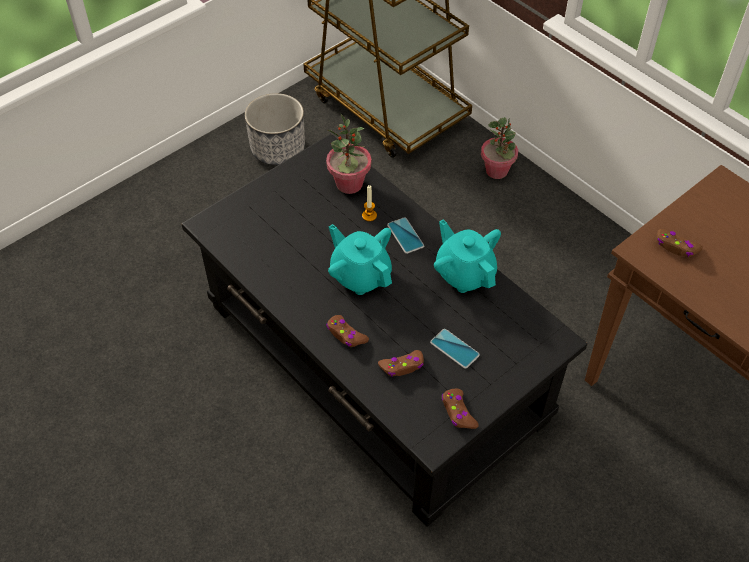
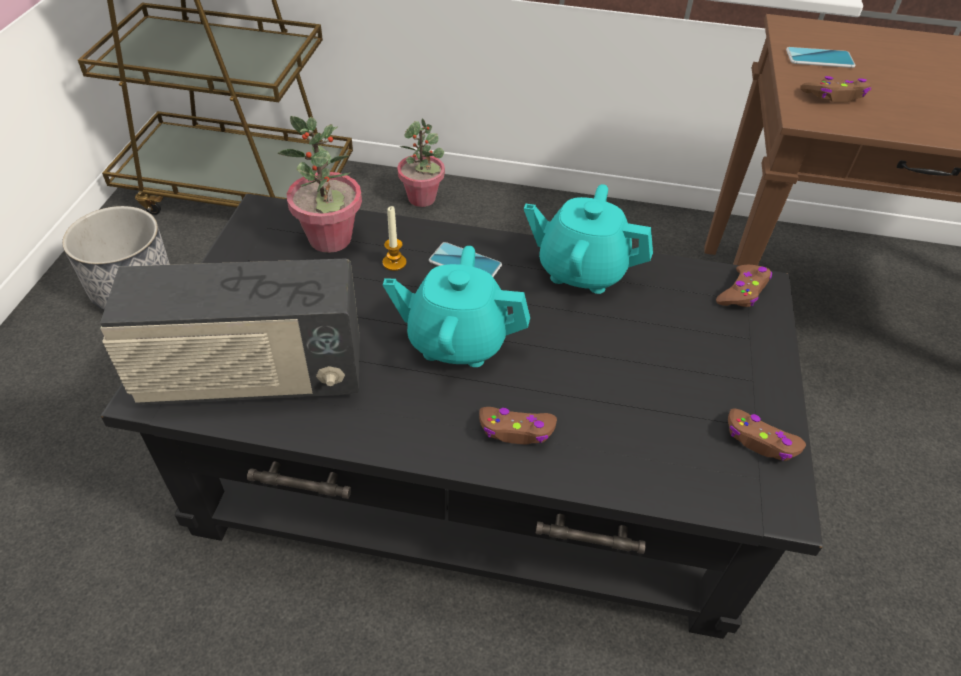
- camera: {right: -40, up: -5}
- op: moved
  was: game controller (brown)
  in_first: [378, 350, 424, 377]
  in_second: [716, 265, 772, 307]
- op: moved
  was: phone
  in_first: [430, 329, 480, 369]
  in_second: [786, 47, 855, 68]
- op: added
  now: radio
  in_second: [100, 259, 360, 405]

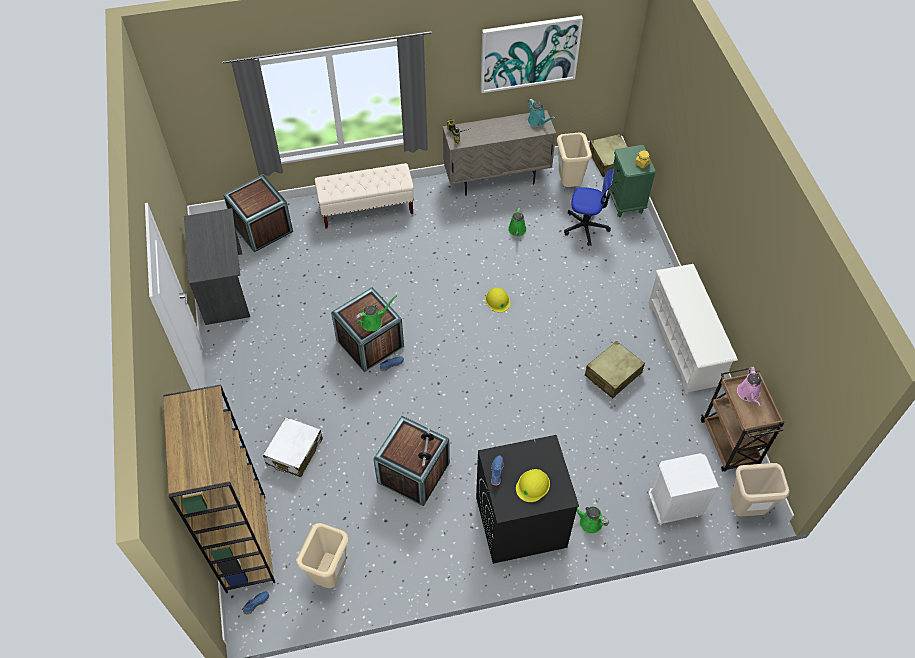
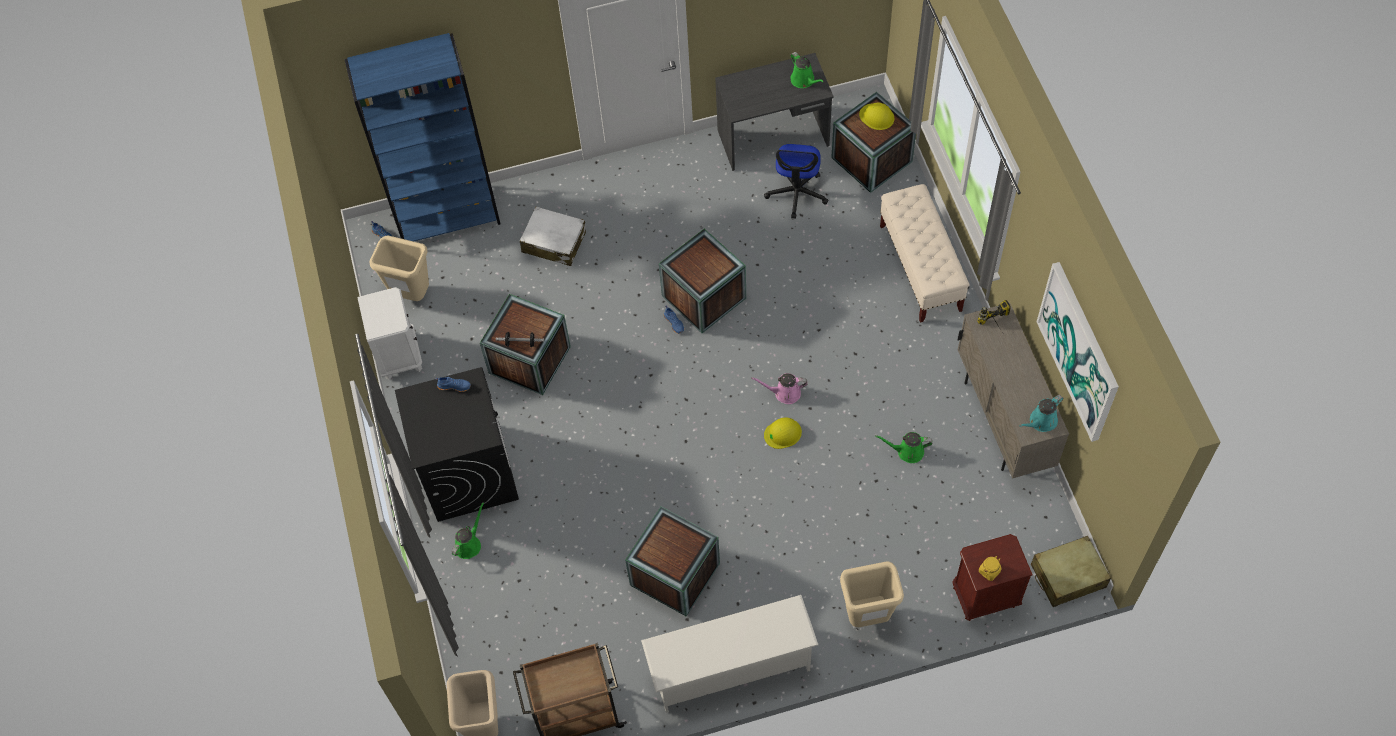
- camera: {right: 90, up: 5}
- op: recoloured
  was: bookcase (brown)
  now: bookcase (blue)
  in_first: [163, 384, 275, 593]
  in_second: [344, 33, 500, 241]
- op: moved
  was: watering can (green)
  in_first: [355, 295, 397, 331]
  in_second: [791, 52, 824, 88]
- op: moved
  was: hard hat (yellow)
  in_first: [516, 469, 550, 502]
  in_second: [859, 103, 894, 130]
- op: moved
  was: trash can (beige)
  in_first: [557, 132, 592, 187]
  in_second: [840, 561, 904, 627]
- op: moved
  was: office chair
  in_first: [564, 168, 614, 246]
  in_second: [764, 144, 828, 219]
- op: replaced
  was: suitcase (beige)
  now: crate
  in_first: [585, 341, 645, 398]
  in_second: [625, 506, 720, 616]
- op: recoloured
  was: nightstand (green)
  now: nightstand (brown)
  in_first: [610, 145, 656, 217]
  in_second: [952, 534, 1032, 621]
- op: moved
  was: nightstand (white)
  in_first: [648, 453, 719, 525]
  in_second: [357, 287, 422, 380]
- op: moved
  was: watering can (pink)
  in_first: [737, 366, 762, 406]
  in_second: [751, 373, 808, 404]

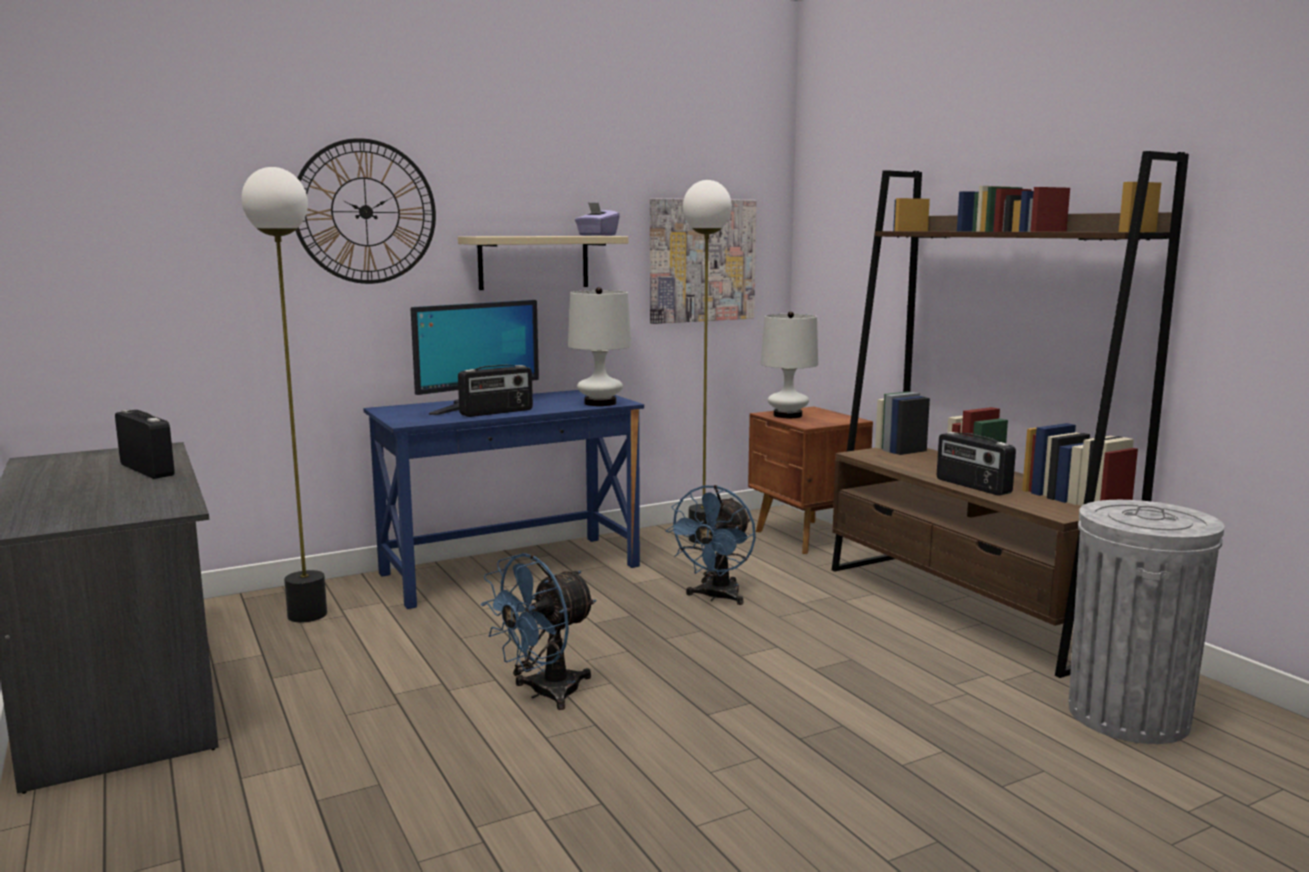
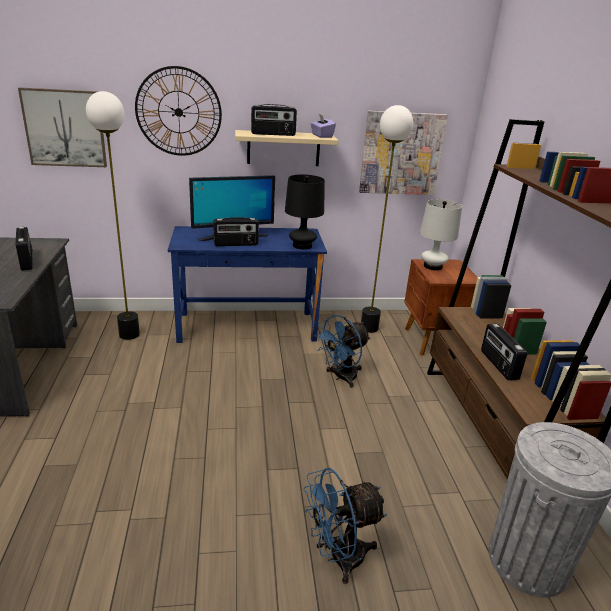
- camera: {right: 20, up: 15}
- op: moved
  was: fan (blue)
  in_first: [480, 553, 596, 710]
  in_second: [303, 468, 387, 584]
- op: recoloured
  was: table lamp (white)
  now: table lamp (black)
  in_first: [568, 287, 631, 406]
  in_second: [285, 174, 325, 249]
- op: added
  now: picture
  in_second: [18, 88, 107, 167]
- op: added
  now: radio
  in_second: [251, 104, 297, 136]

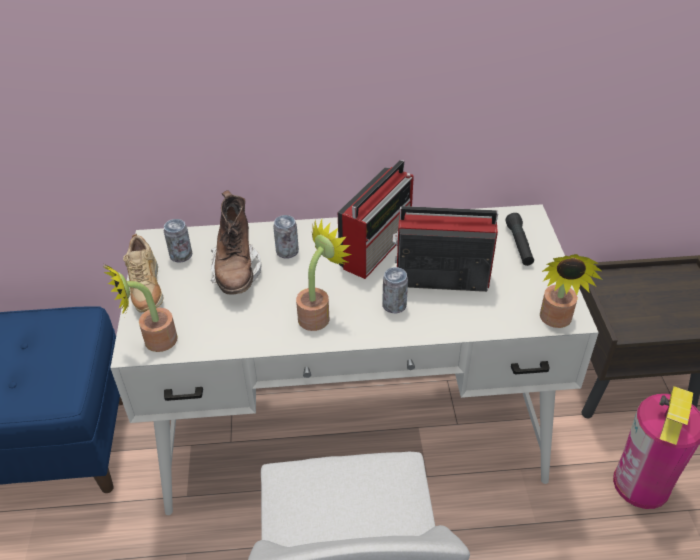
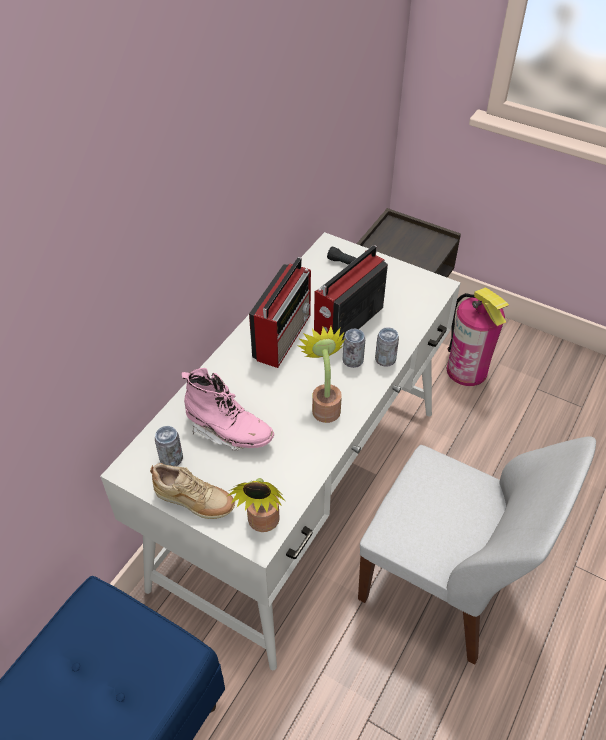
- camera: {right: -55, up: 5}
- op: recoloured
  was: boot (brown)
  now: boot (pink)
  in_first: [211, 190, 262, 295]
  in_second: [182, 368, 274, 451]
- op: moved
  was: can
  in_first: [273, 215, 299, 259]
  in_second: [375, 327, 399, 367]
- op: turned
  was: radio
  in_first: [338, 160, 414, 279]
  in_second: [249, 257, 311, 368]
  clockwise: 45
- op: removed
  was: potted plant
  in_first: [540, 254, 603, 328]

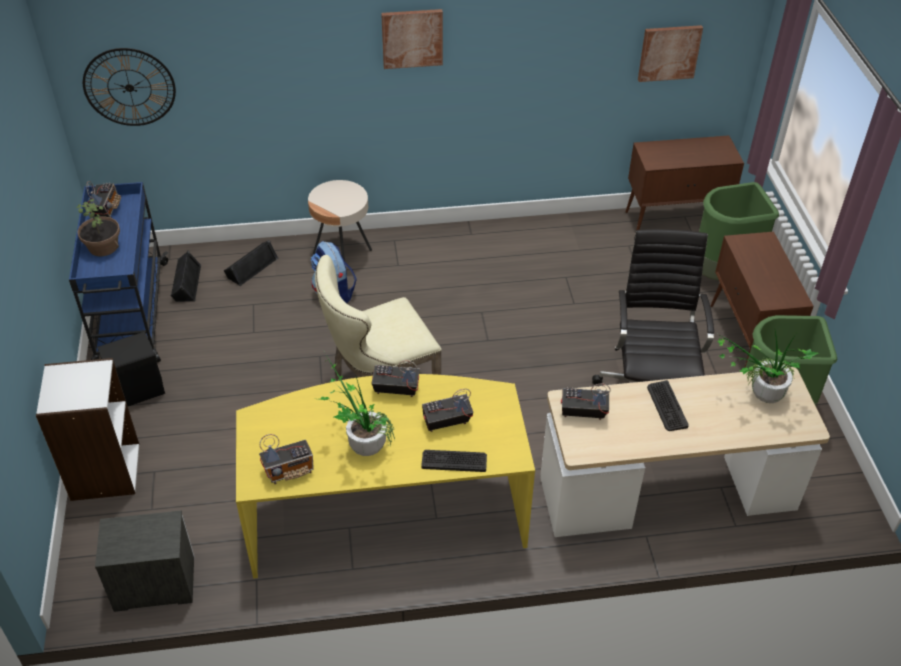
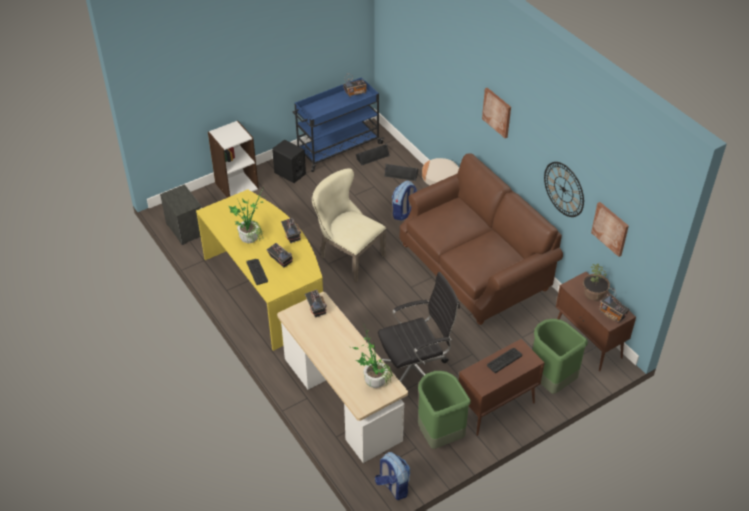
- camera: {right: 65, up: 0}
- op: moved
  was: potted plant
  in_first: [76, 199, 120, 256]
  in_second: [583, 264, 610, 301]
- op: moved
  was: wall clock
  in_first: [83, 48, 176, 126]
  in_second: [544, 162, 584, 217]
- op: moved
  was: radio
  in_first: [259, 434, 314, 484]
  in_second: [599, 288, 629, 323]
- op: moved
  was: keyboard
  in_first: [647, 380, 689, 431]
  in_second: [487, 348, 522, 373]
- op: added
  now: backpack
  in_second: [375, 452, 410, 500]
- op: added
  now: sofa (brown)
  in_second: [400, 153, 563, 325]

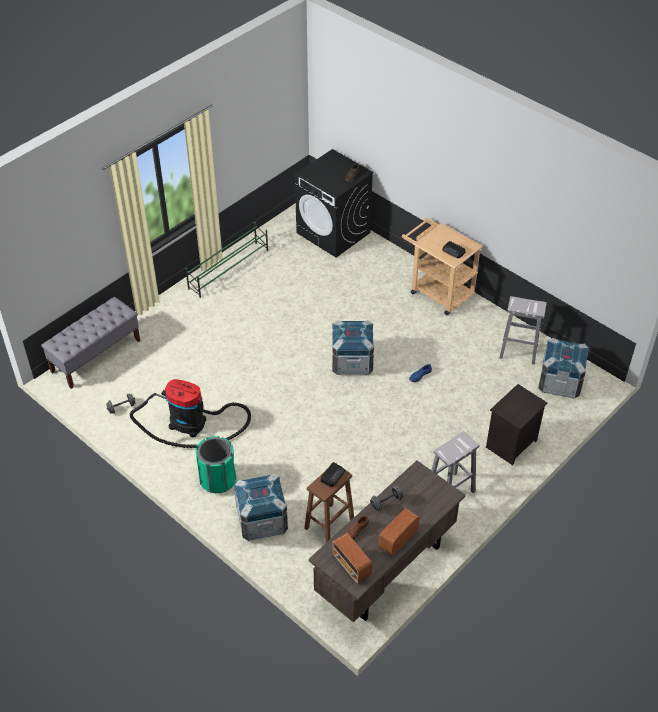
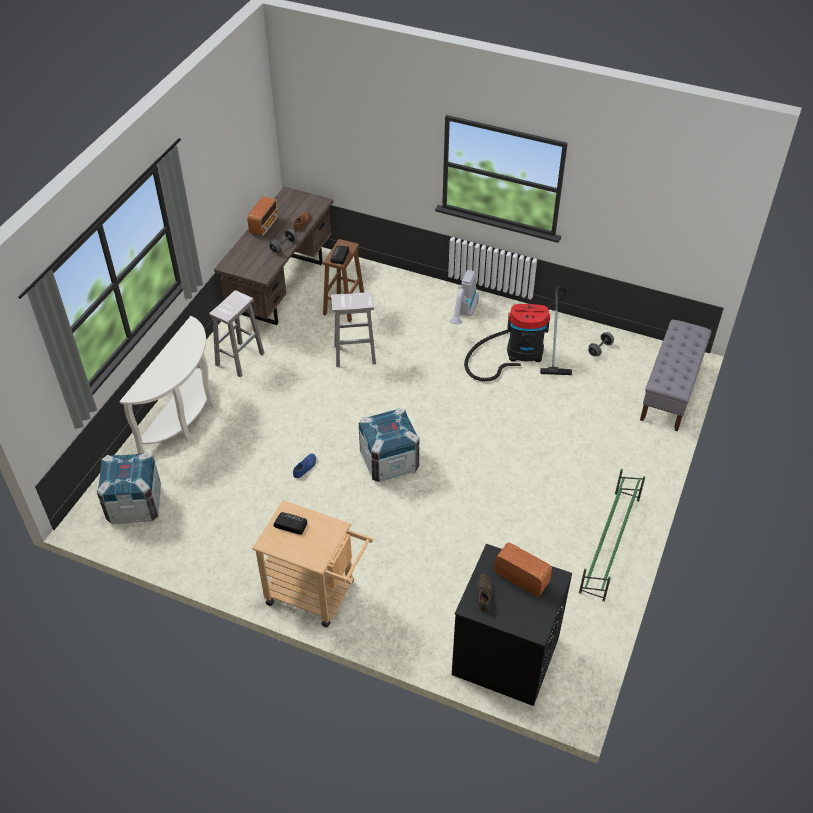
- camera: {right: 160, up: 0}
- op: replaced
  was: trash can (green)
  now: vacuum cleaner
  in_first: [195, 436, 236, 493]
  in_second: [449, 270, 479, 324]
- op: removed
  was: crate
  in_first: [234, 474, 288, 541]
- op: moved
  was: radio
  in_first: [333, 533, 372, 583]
  in_second: [494, 543, 552, 597]
- op: replaced
  was: nightstand (black)
  now: console table (white)
  in_first: [486, 384, 548, 465]
  in_second: [119, 316, 215, 454]
- op: moved
  was: stool (white)
  in_first: [499, 296, 547, 365]
  in_second: [331, 292, 376, 367]

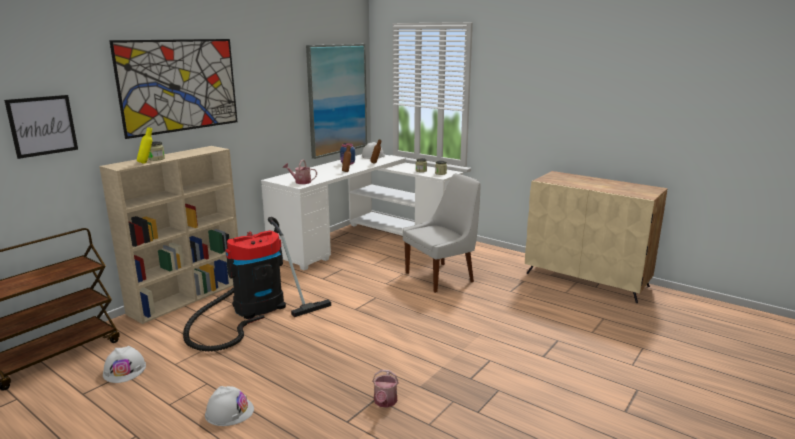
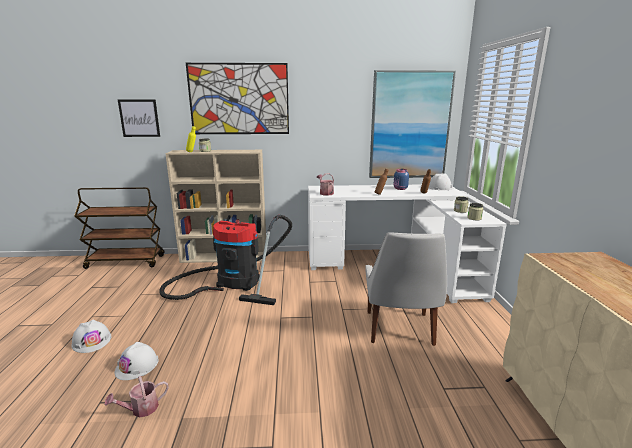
- camera: {right: 50, up: 0}
- op: moved
  was: hard hat (white)
  in_first: [103, 346, 146, 383]
  in_second: [115, 342, 159, 380]
- op: turned
  was: chair (white)
  in_first: [402, 174, 481, 293]
  in_second: [365, 232, 447, 346]
  clockwise: 75

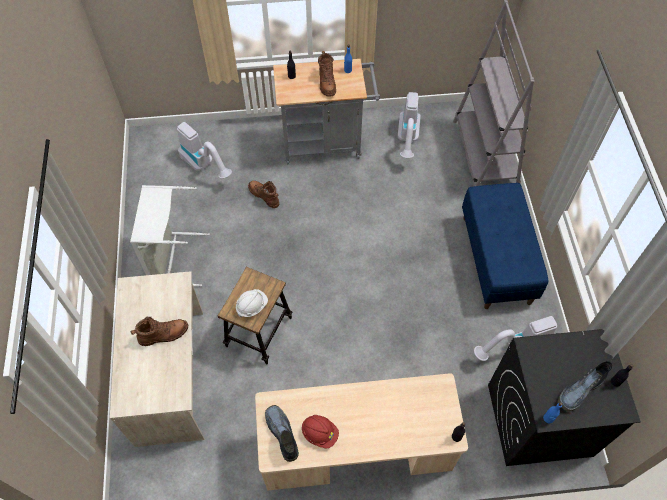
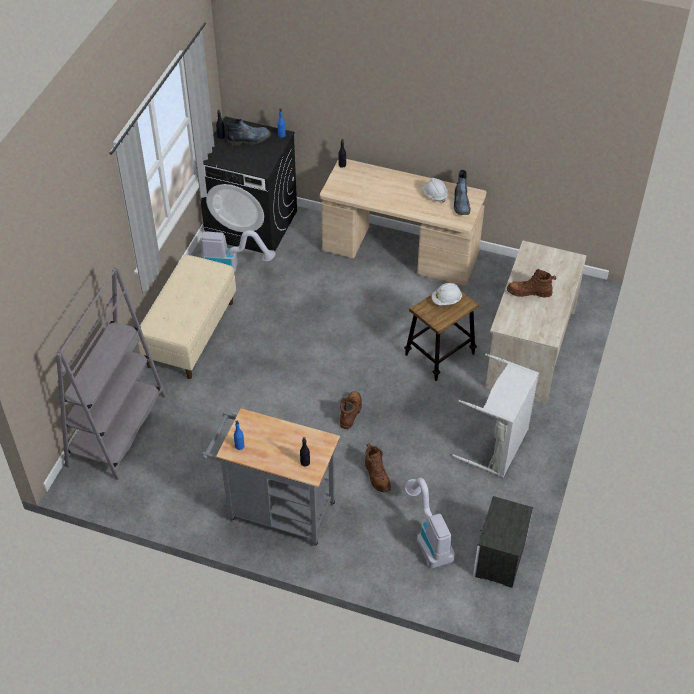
- camera: {right: -155, up: -10}
- op: recoloured
  was: hard hat (red)
  now: hard hat (white)
  in_first: [302, 415, 339, 449]
  in_second: [422, 178, 448, 203]
- op: moved
  was: boot (brown)
  in_first: [318, 51, 336, 97]
  in_second: [340, 391, 362, 429]
- op: removed
  was: vacuum cleaner
  in_first: [398, 92, 421, 158]
- op: recoloured
  was: bench (blue)
  now: bench (beige)
  in_first: [462, 183, 548, 309]
  in_second: [137, 254, 236, 379]
- op: added
  now: nightstand
  in_second: [473, 496, 533, 588]

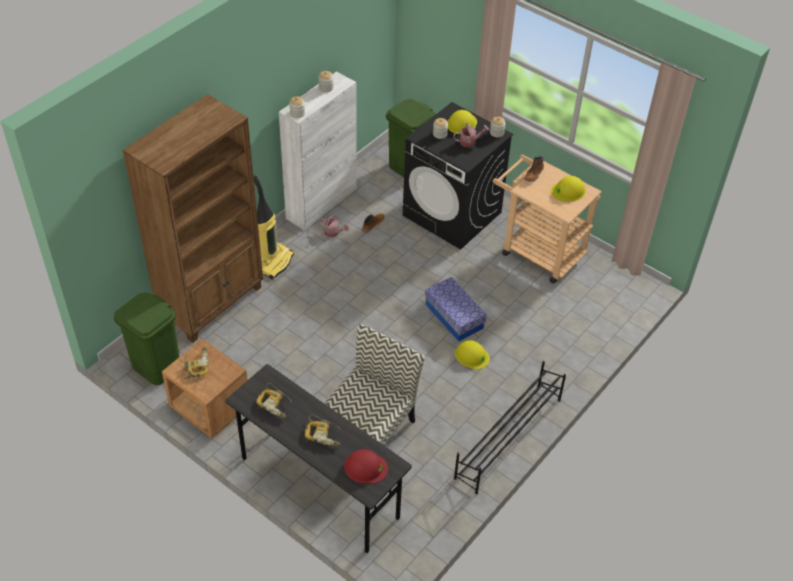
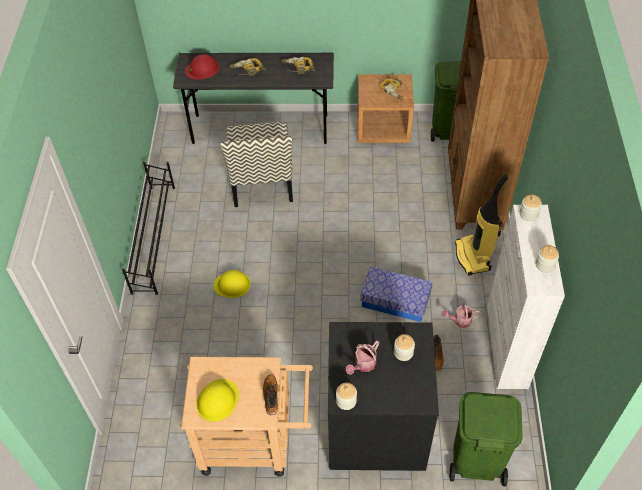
- camera: {right: 145, up: 5}
- op: moved
  was: storage box
  in_first: [425, 277, 487, 341]
  in_second: [360, 267, 433, 322]
- op: removed
  was: hard hat (yellow)
  in_first: [447, 110, 477, 135]

